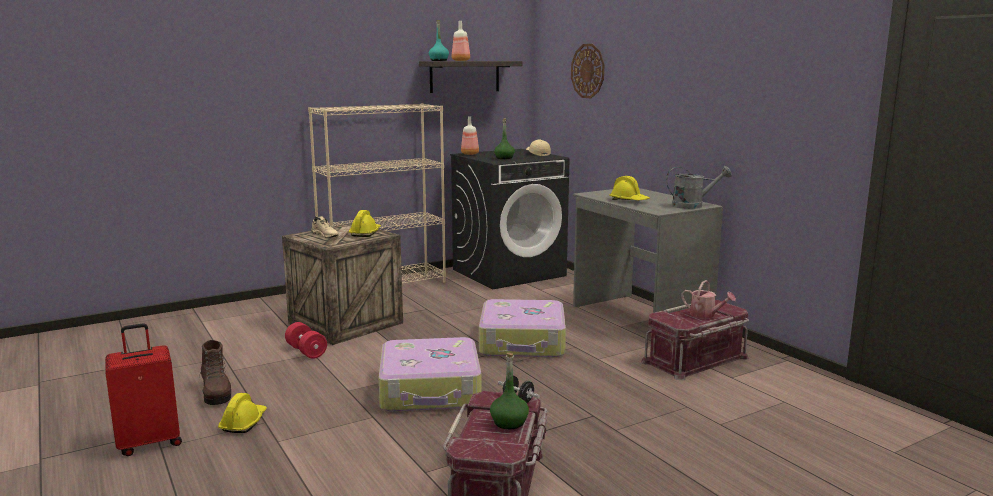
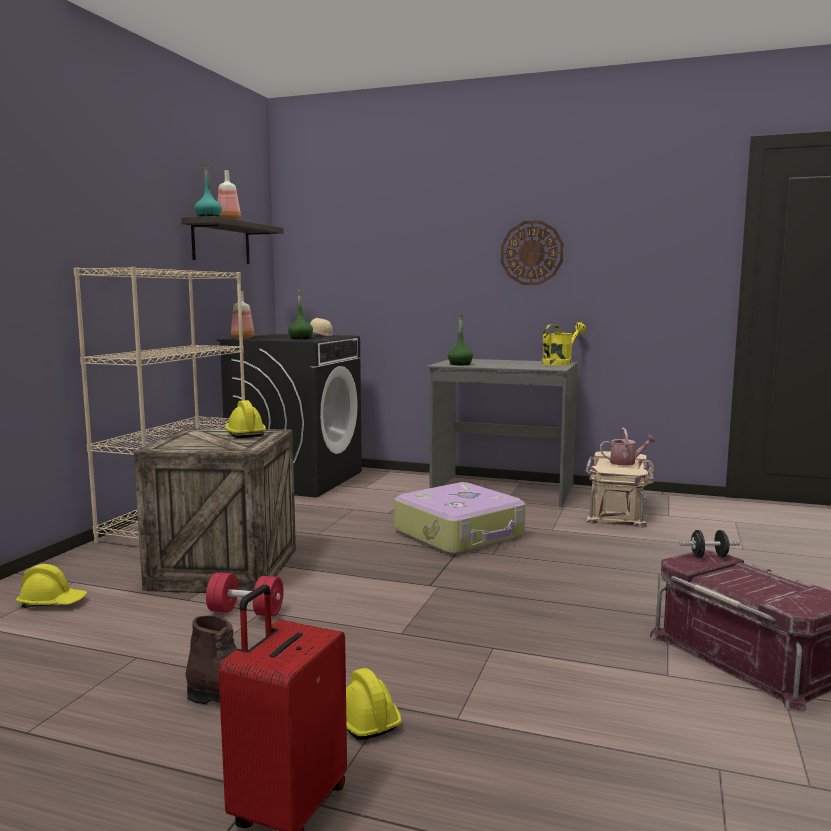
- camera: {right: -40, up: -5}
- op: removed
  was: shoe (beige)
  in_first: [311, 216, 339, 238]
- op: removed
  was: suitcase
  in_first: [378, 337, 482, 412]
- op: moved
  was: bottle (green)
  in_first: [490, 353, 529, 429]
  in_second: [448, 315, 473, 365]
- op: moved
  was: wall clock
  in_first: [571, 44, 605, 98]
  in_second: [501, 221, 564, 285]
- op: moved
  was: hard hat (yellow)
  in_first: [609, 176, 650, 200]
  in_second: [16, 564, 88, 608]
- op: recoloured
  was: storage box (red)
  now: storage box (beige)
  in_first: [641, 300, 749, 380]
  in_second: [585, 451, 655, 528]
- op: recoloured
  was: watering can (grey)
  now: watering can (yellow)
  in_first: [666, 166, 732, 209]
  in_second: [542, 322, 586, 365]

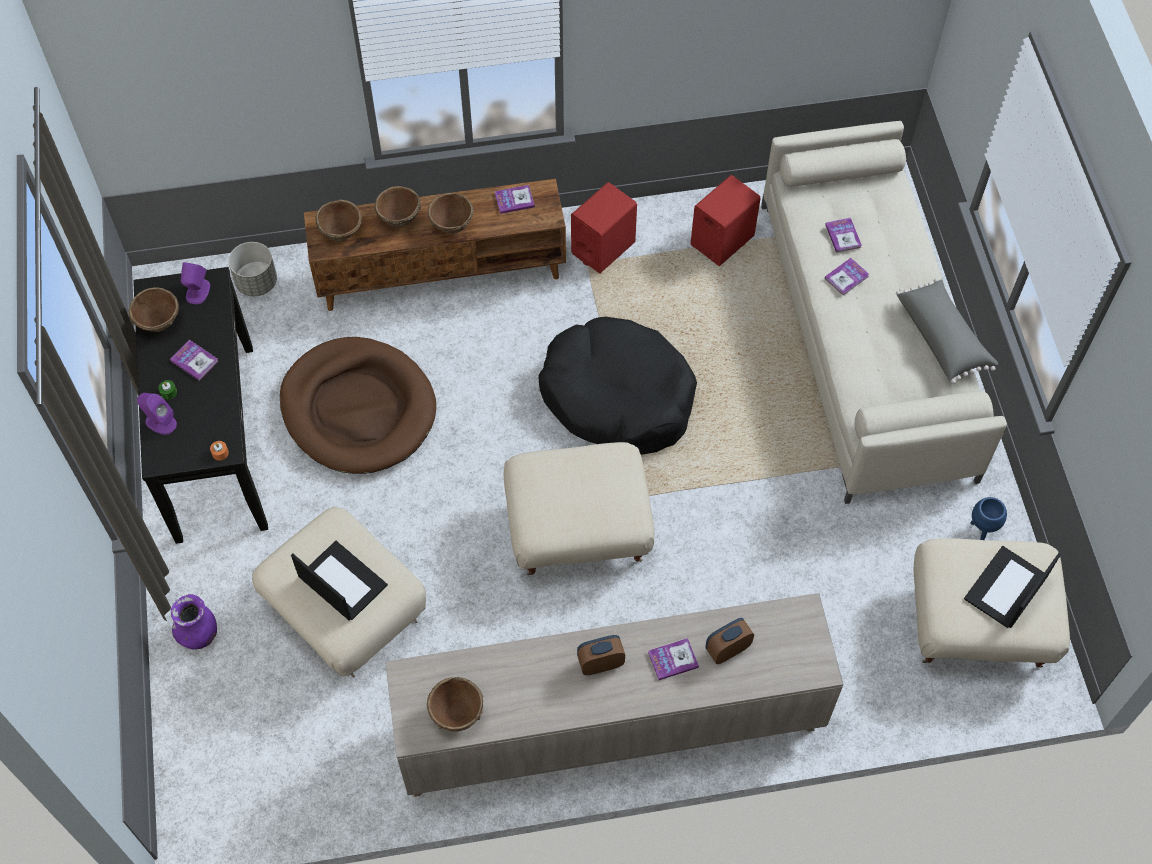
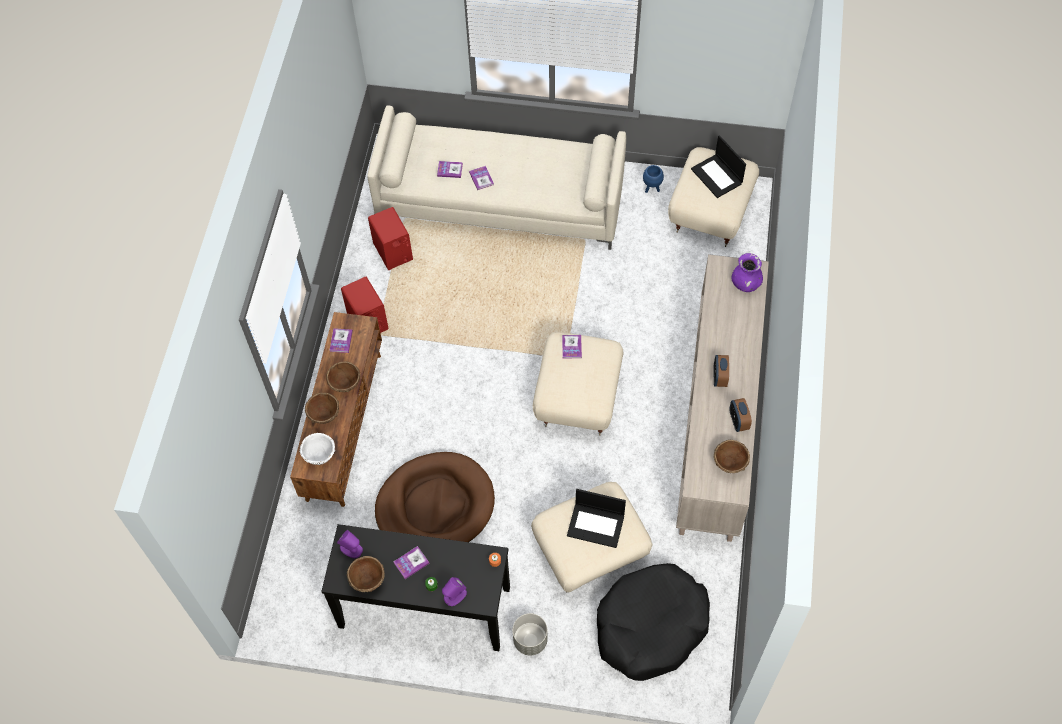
- camera: {right: -70, up: 0}
- op: moved
  was: vase (purple)
  in_first: [171, 594, 217, 650]
  in_second: [731, 253, 763, 292]
- op: moved
  was: planter (grey)
  in_first: [228, 242, 277, 296]
  in_second: [513, 613, 548, 656]
- op: turned
  was: laptop
  in_first: [291, 541, 388, 620]
  in_second: [567, 489, 626, 548]
  clockwise: -135
- op: recoloured
  was: bowl (brown)
  now: bowl (white)
  in_first: [315, 200, 362, 242]
  in_second: [300, 433, 335, 465]
- op: moved
  was: dog bed (black)
  in_first: [538, 317, 697, 455]
  in_second: [597, 563, 710, 681]
- op: moved
  was: book
  in_first: [648, 638, 699, 680]
  in_second: [562, 335, 582, 358]
- op: moved
  was: alarm clock
  in_first: [705, 618, 754, 664]
  in_second: [729, 398, 752, 432]
- op: removed
  was: pillow (grey)
  in_first: [896, 278, 998, 384]

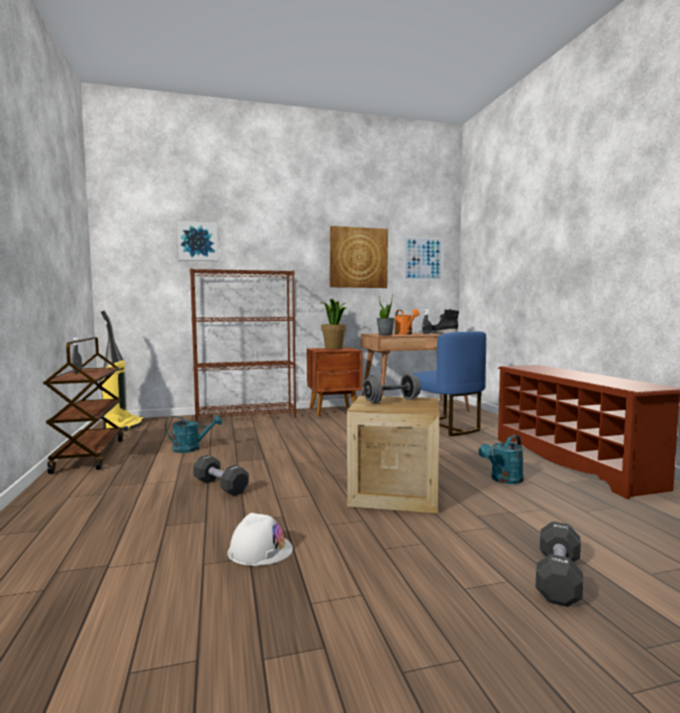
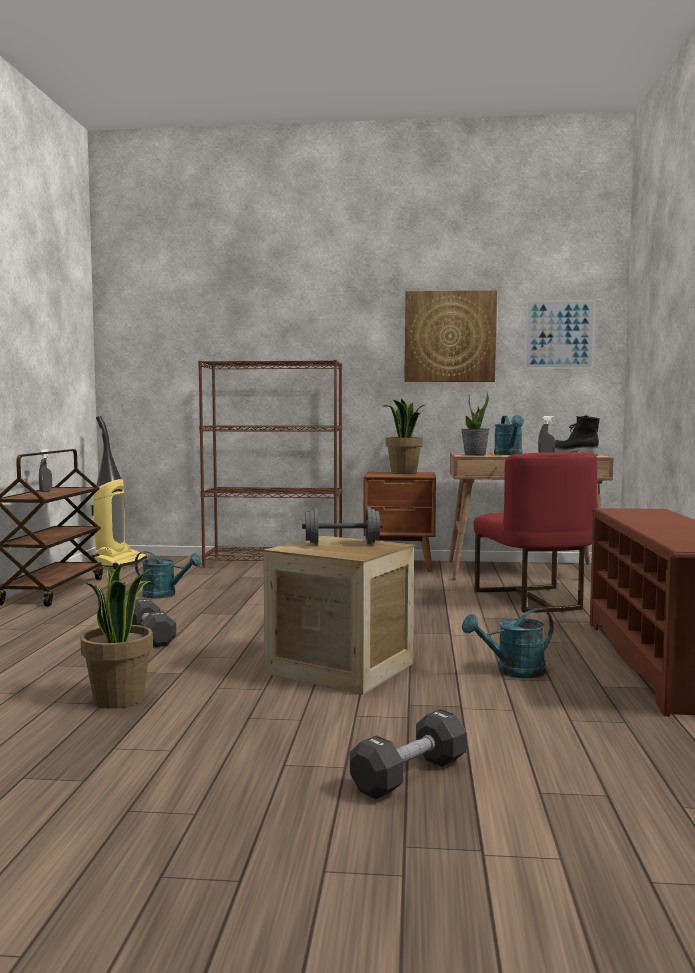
- camera: {right: 20, up: 0}
- op: removed
  was: picture
  in_first: [178, 221, 218, 261]
- op: replaced
  was: hard hat (white)
  now: potted plant
  in_first: [227, 513, 293, 566]
  in_second: [81, 564, 155, 708]
- op: recoloured
  was: watering can (orange)
  now: watering can (turquoise)
  in_first: [394, 309, 420, 335]
  in_second: [494, 415, 524, 455]
- op: recoloured
  was: chair (blue)
  now: chair (red)
  in_first: [403, 331, 486, 436]
  in_second: [474, 452, 597, 612]

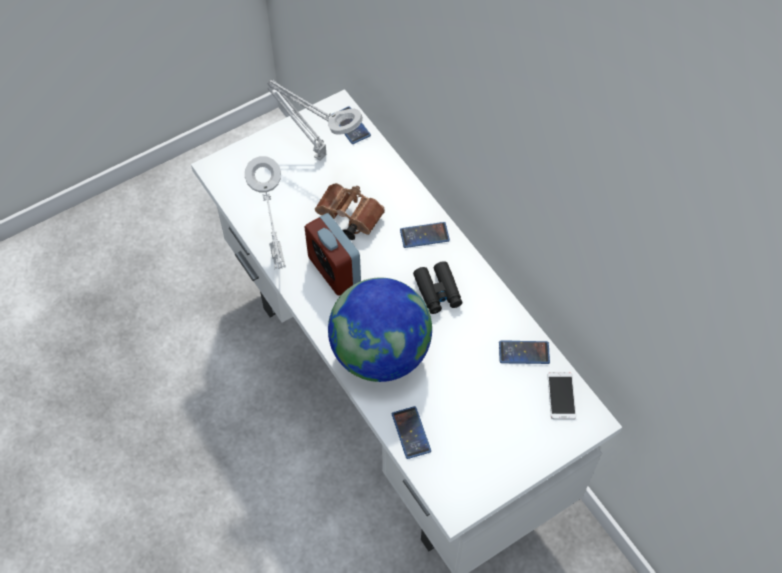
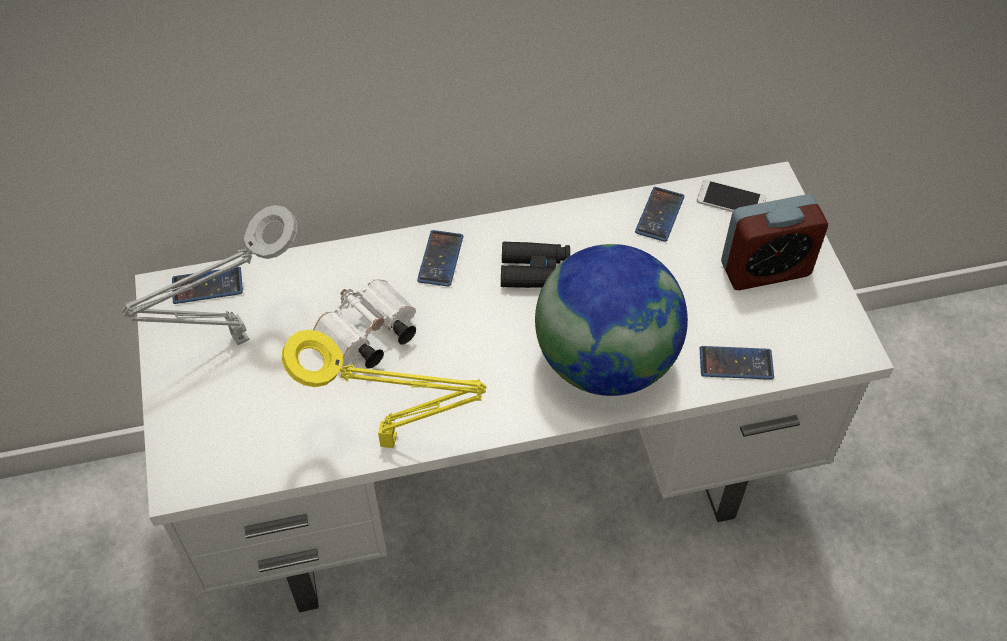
- camera: {right: -70, up: -5}
- op: recoloured
  was: table lamp (grey)
  now: table lamp (yellow)
  in_first: [245, 156, 286, 269]
  in_second: [282, 330, 487, 448]
- op: moved
  was: alarm clock
  in_first: [304, 213, 361, 296]
  in_second: [721, 194, 828, 290]
- op: recoloured
  was: binoculars (brown)
  now: binoculars (white)
  in_first: [315, 183, 385, 240]
  in_second: [312, 279, 416, 369]

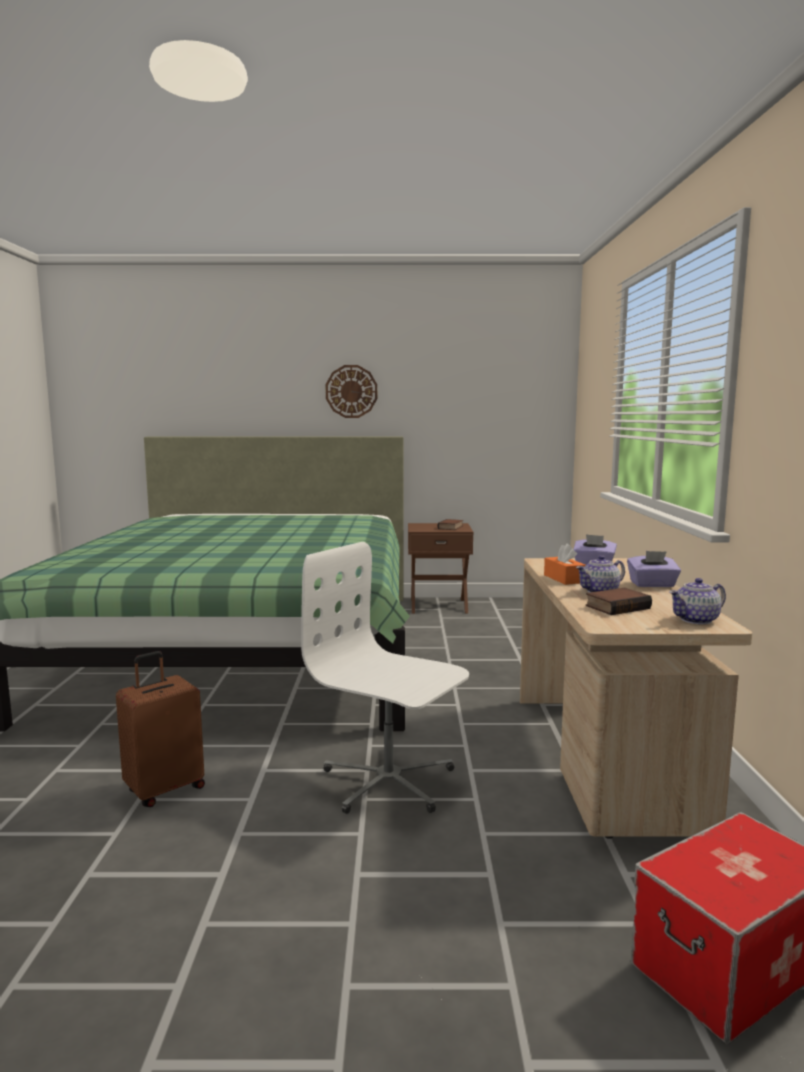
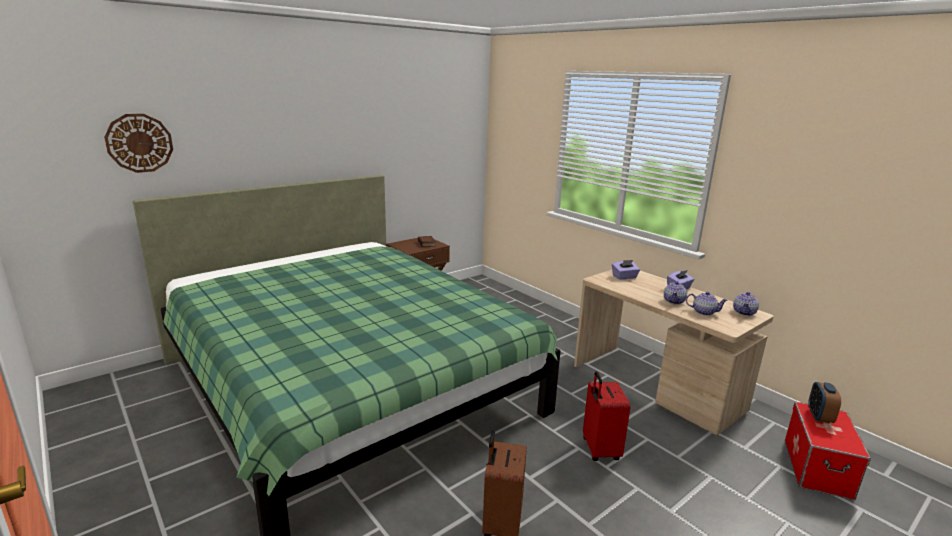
- camera: {right: -40, up: 10}
- op: replaced
  was: office chair (white)
  now: suitcase (red)
  in_first: [301, 542, 469, 814]
  in_second: [583, 372, 631, 461]
- op: moved
  was: wall clock
  in_first: [326, 365, 377, 418]
  in_second: [104, 114, 173, 173]
- op: removed
  was: tissue box (orange)
  in_first: [544, 544, 586, 585]
- op: replaced
  was: book
  now: teapot
  in_first: [586, 588, 652, 615]
  in_second: [686, 292, 728, 316]
- op: added
  now: alarm clock
  in_second: [808, 382, 841, 424]

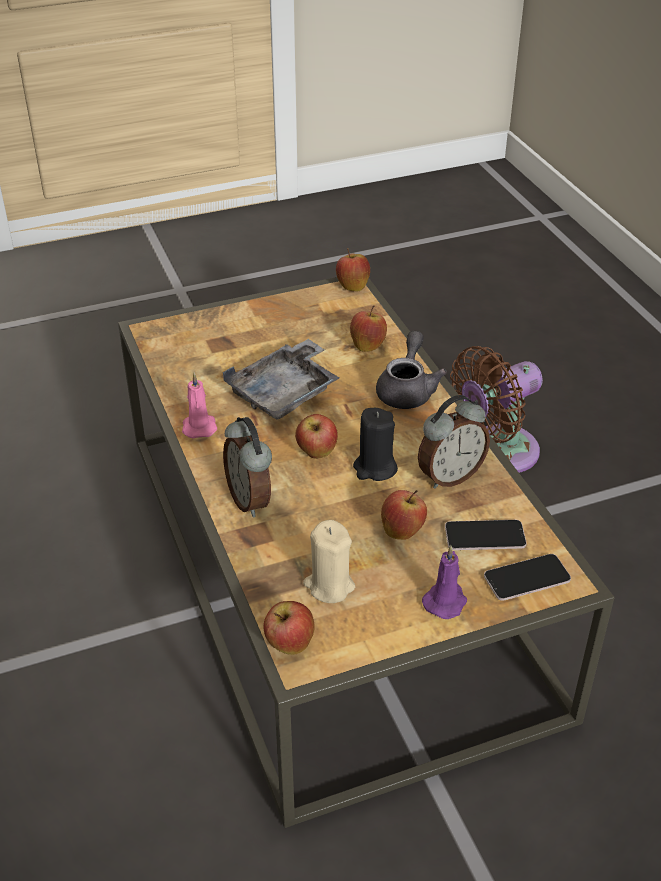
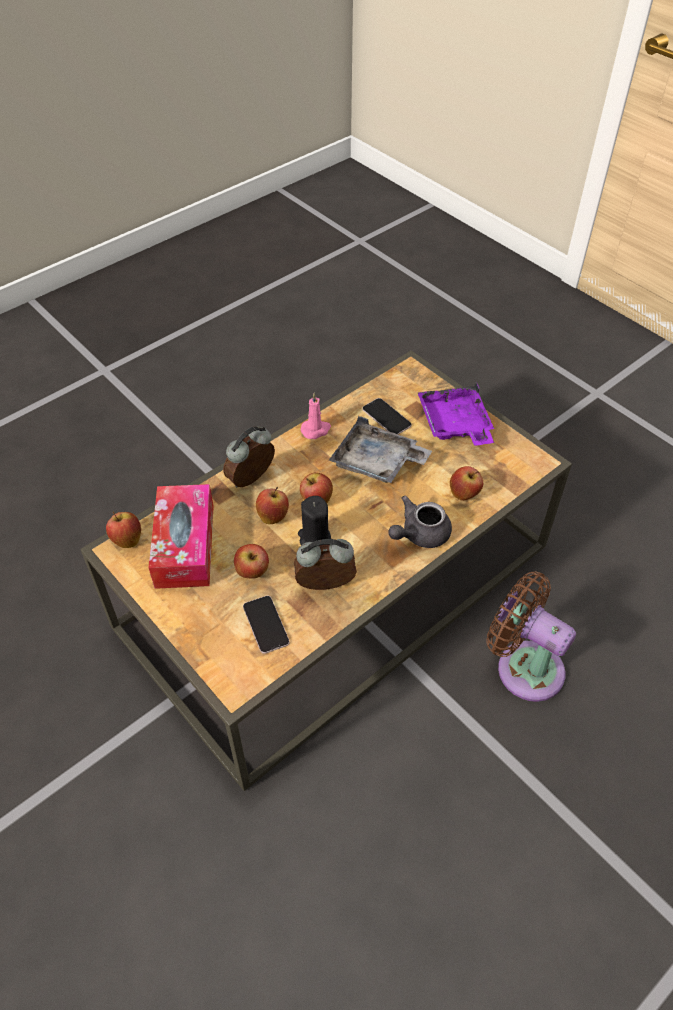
- camera: {right: 70, up: 10}
- op: replaced
  was: candle (beige)
  now: tissue box
  in_first: [303, 520, 355, 603]
  in_second: [148, 484, 214, 589]
- op: moved
  was: apple
  in_first: [336, 248, 370, 291]
  in_second: [256, 487, 289, 524]
- op: turned
  was: teapot (grey)
  in_first: [376, 331, 447, 409]
  in_second: [388, 496, 452, 548]
  clockwise: 150
- op: turned
  was: alarm clock
  in_first: [418, 395, 490, 489]
  in_second: [294, 539, 357, 590]
  clockwise: 135
- op: removed
  was: candle (purple)
  in_first: [422, 545, 467, 619]
- op: moved
  was: phone
  in_first: [484, 554, 571, 601]
  in_second: [362, 398, 412, 435]
- op: added
  now: tray (purple)
  in_second: [418, 382, 494, 446]

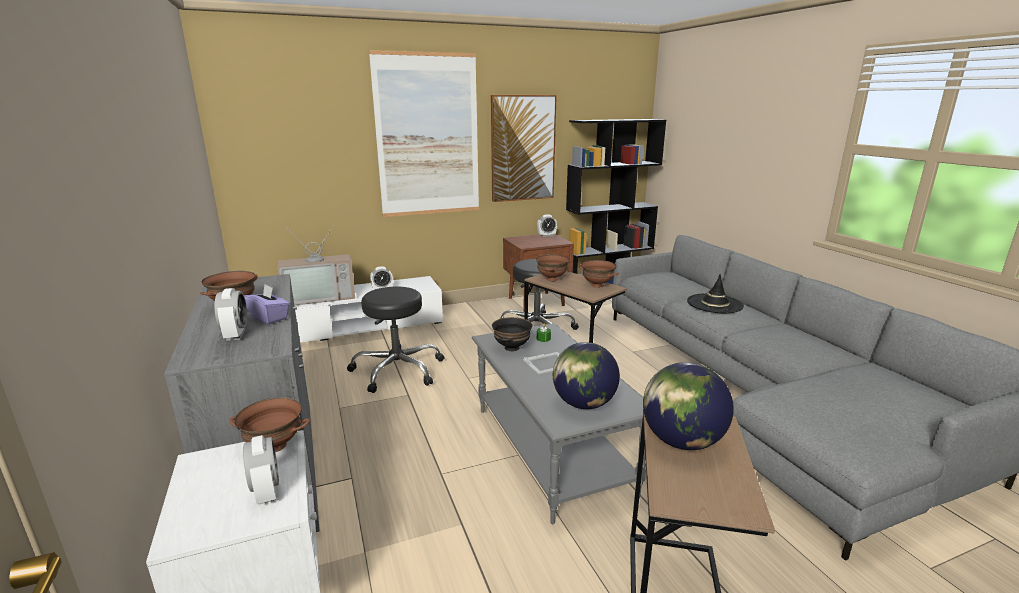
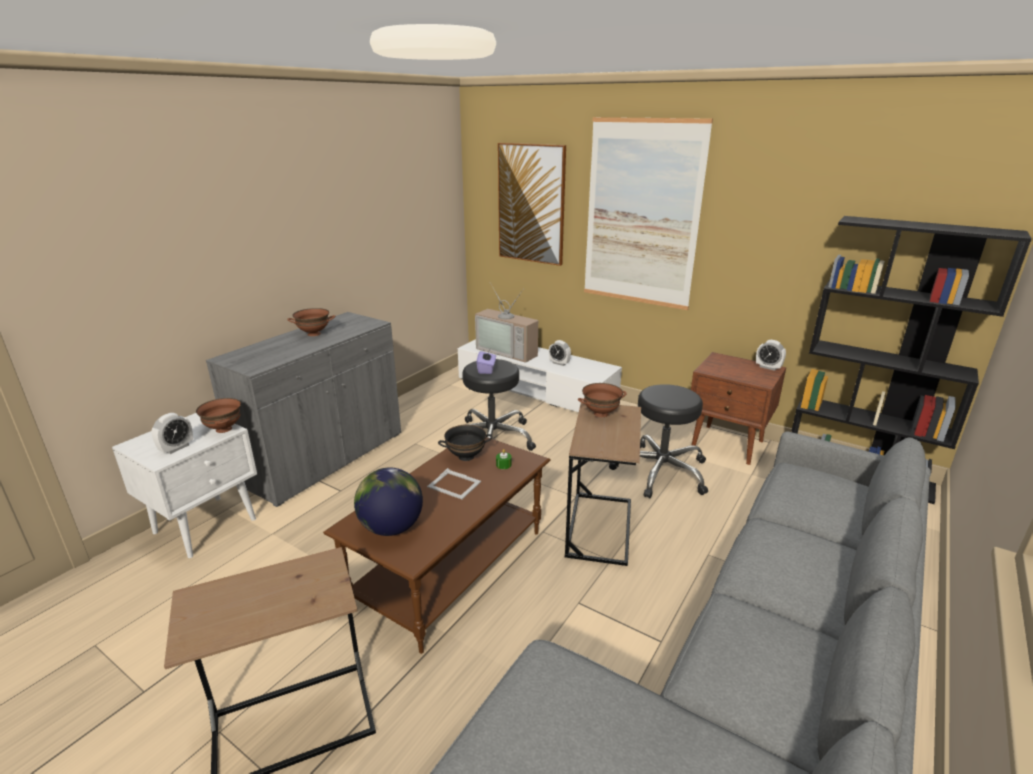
- camera: {right: 55, up: 5}
- op: removed
  was: alarm clock
  in_first: [214, 288, 247, 341]
- op: moved
  was: tissue box (purple)
  in_first: [244, 284, 290, 324]
  in_second: [477, 349, 496, 374]
- op: recoloured
  was: coffee table (grey)
  now: coffee table (brown)
  in_first: [472, 323, 646, 524]
  in_second: [323, 437, 550, 654]
- op: moved
  was: picture
  in_first: [491, 95, 557, 202]
  in_second: [498, 143, 566, 266]
- op: removed
  was: bowl (brown)
  in_first: [579, 260, 619, 288]
- op: removed
  was: globe
  in_first: [643, 362, 734, 450]
- op: removed
  was: hat (black)
  in_first: [687, 274, 744, 313]

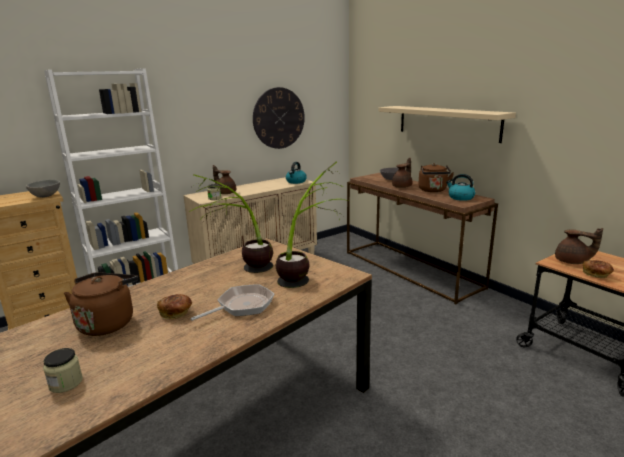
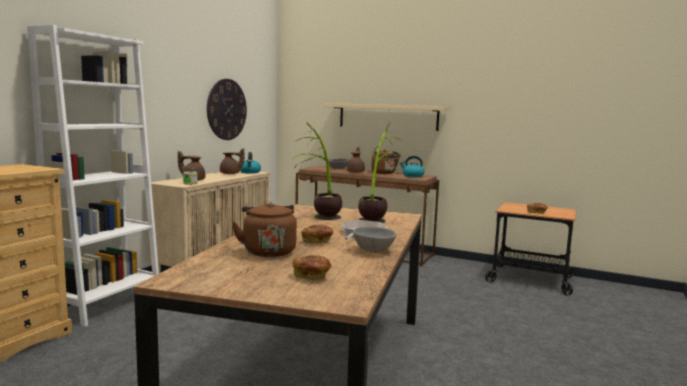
- camera: {right: -30, up: -10}
- op: moved
  was: bowl (grey)
  in_first: [26, 180, 60, 198]
  in_second: [353, 226, 396, 253]
- op: replaced
  was: jar
  now: bread
  in_first: [43, 348, 83, 393]
  in_second: [293, 255, 331, 280]
- op: moved
  was: teapot (brown)
  in_first: [555, 228, 603, 264]
  in_second: [220, 148, 244, 174]

